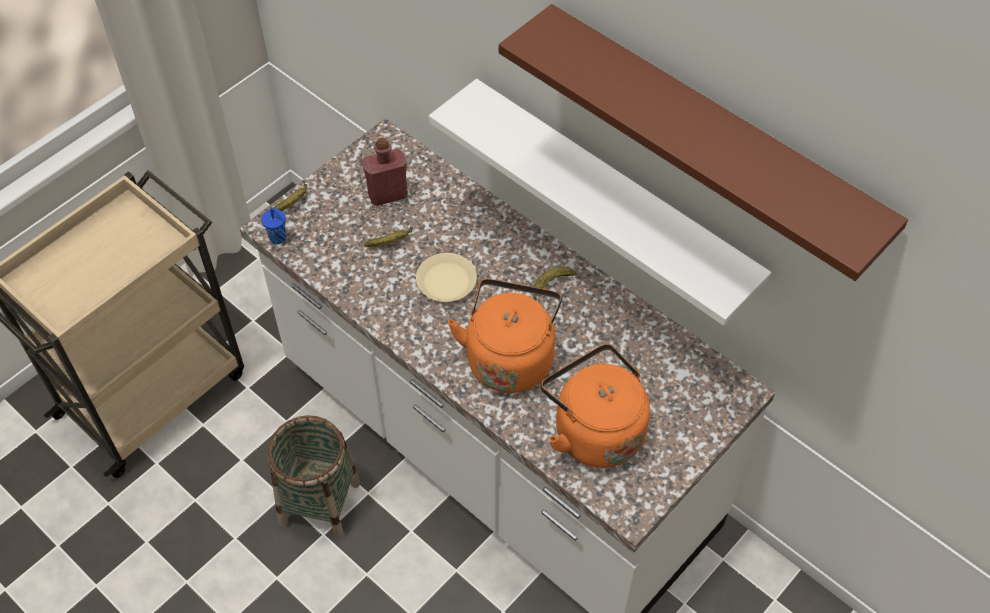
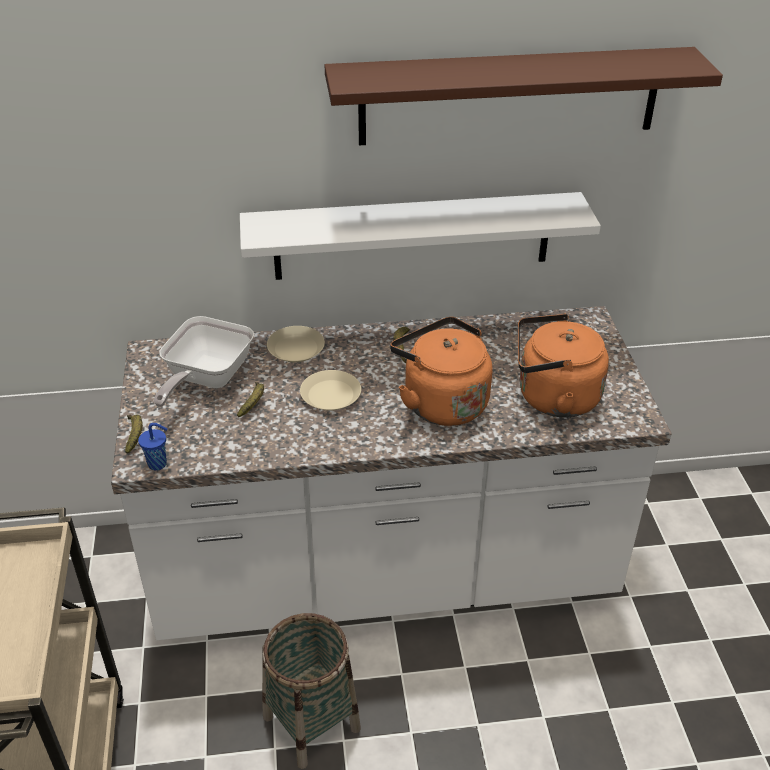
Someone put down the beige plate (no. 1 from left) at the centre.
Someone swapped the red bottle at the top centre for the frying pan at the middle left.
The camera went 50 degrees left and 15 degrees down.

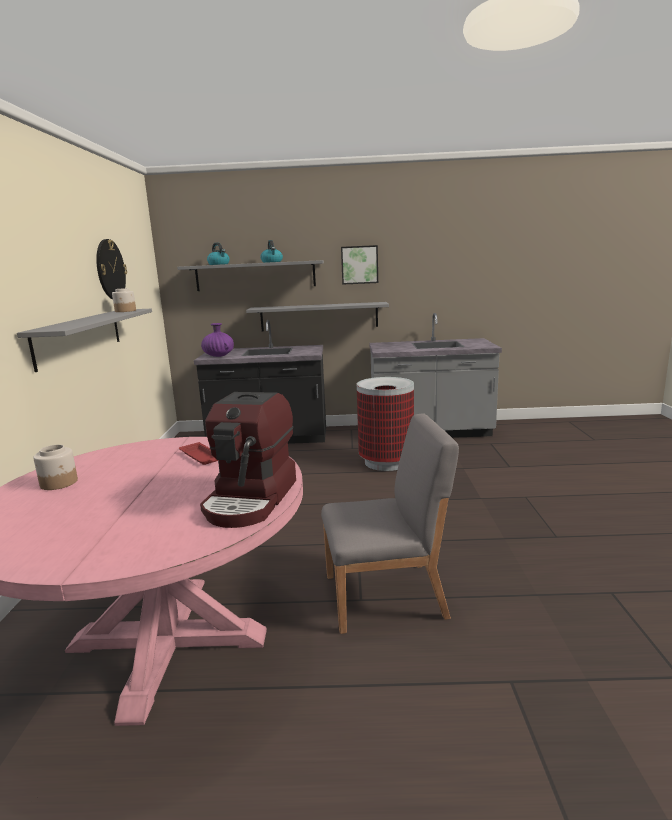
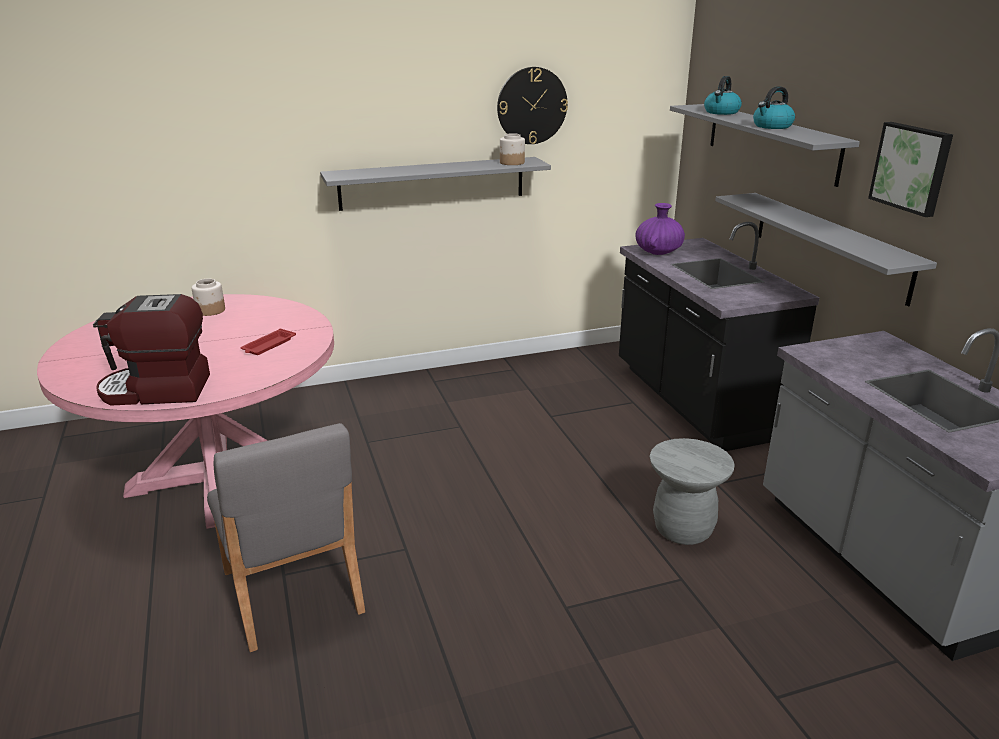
Someone swapped the trash can at the centre for the grey stool at the middle right.
The camera went 70 degrees right and 10 degrees up.

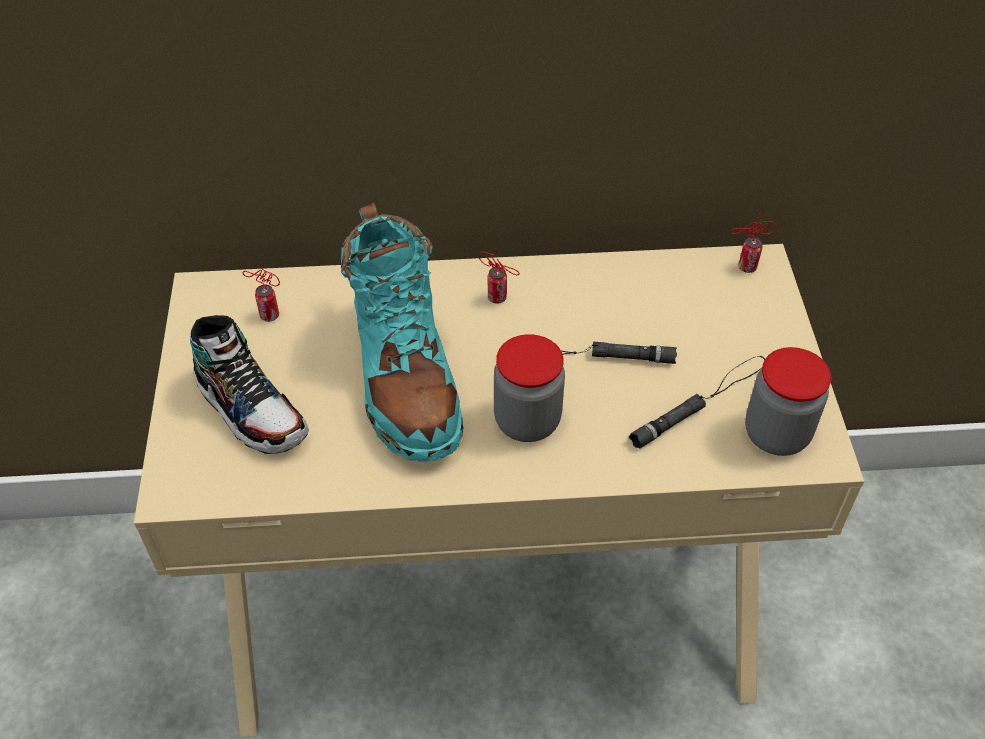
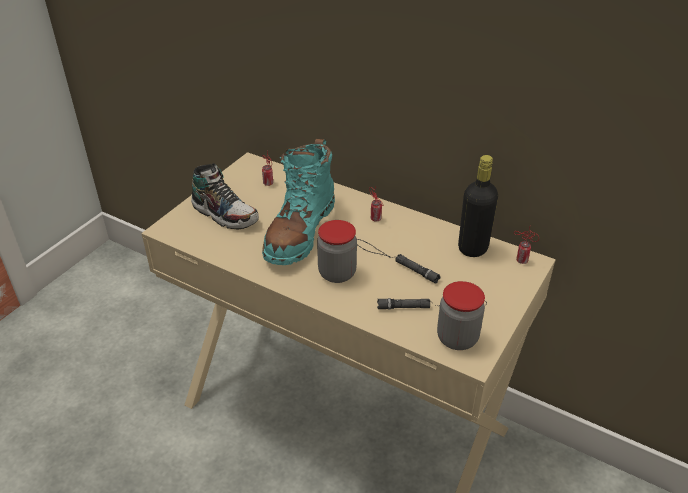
Someone put down the black bottle at the middle right.
Someone rotated the shoe at the middle left by 45 degrees counterclockwise.
The camera went 35 degrees right and 10 degrees down.

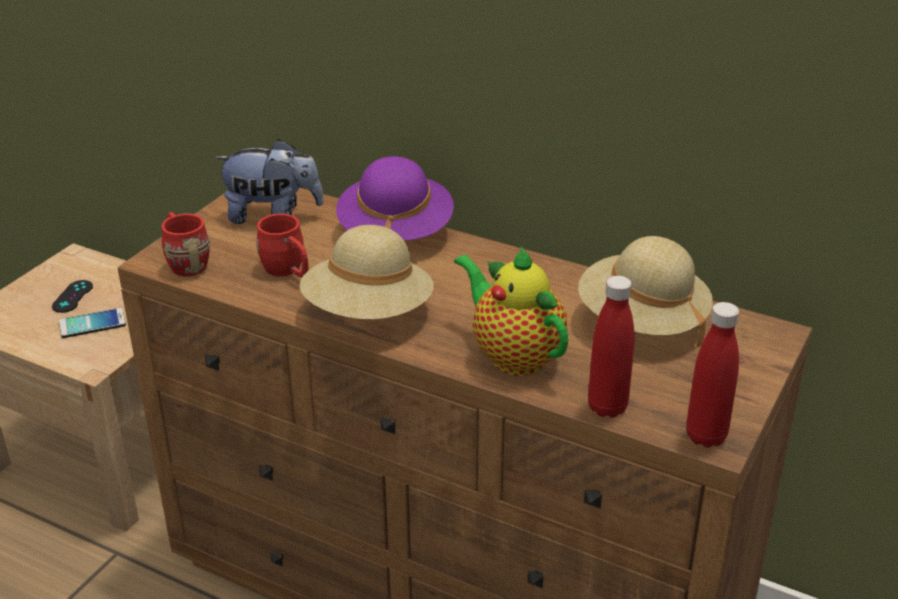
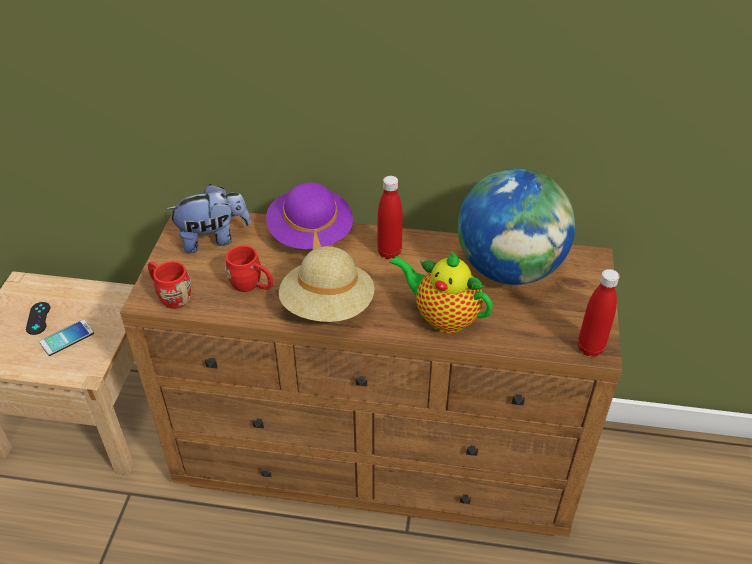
Someone carried the red bottle (no. 1 from left) from the middle right to the centre.
Someone swapped the beige hat (no. 2 from left) at the middle right for the globe at the middle right.
The camera went 20 degrees left and 10 degrees up.

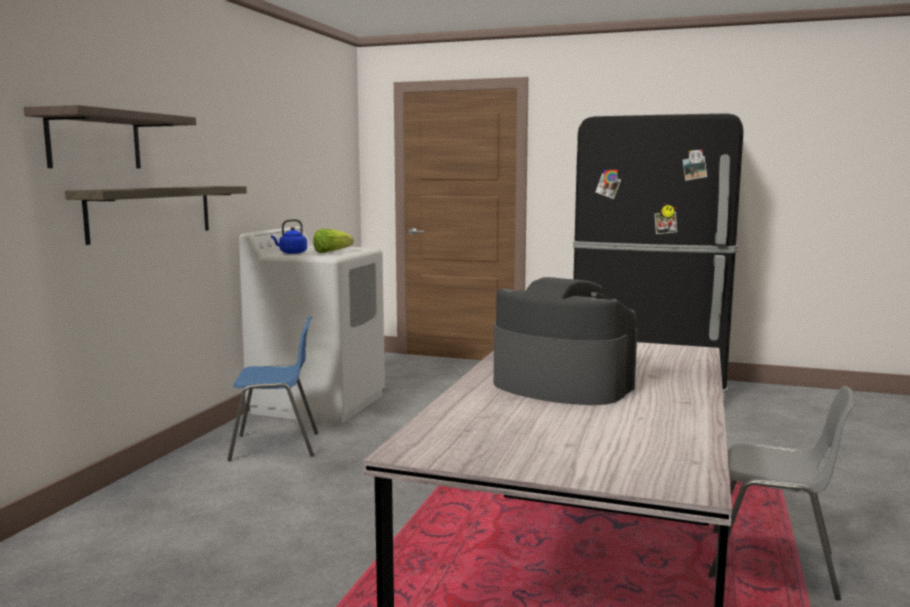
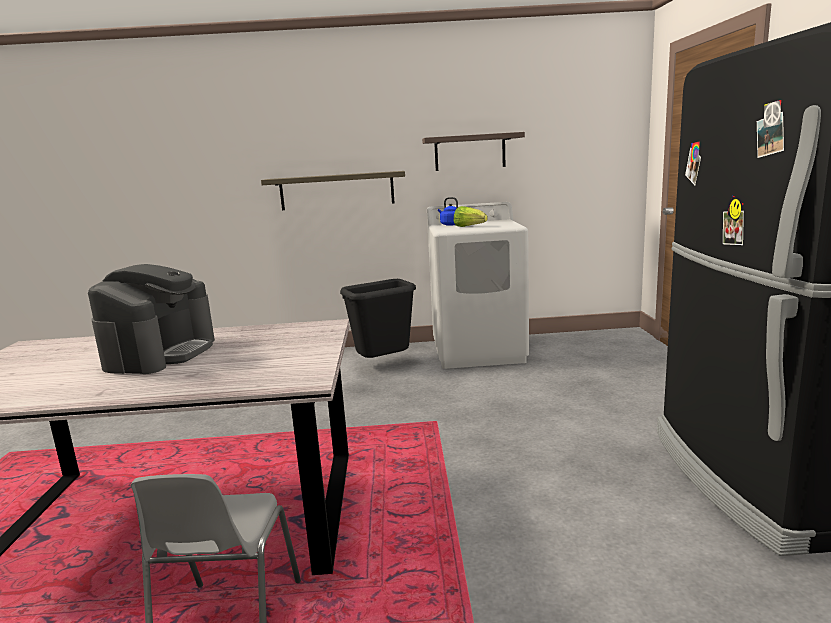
Someone carried the shelf (no. 1 from left in the first image) from the top left to the top centre.
Someone swapped the blue chair at the middle left for the black trash can at the centre.
The camera went 70 degrees right and 5 degrees up.

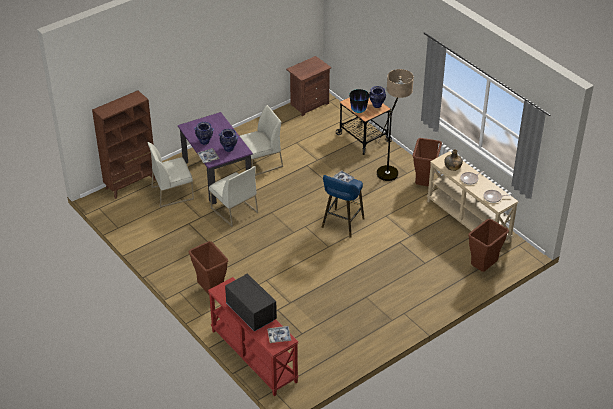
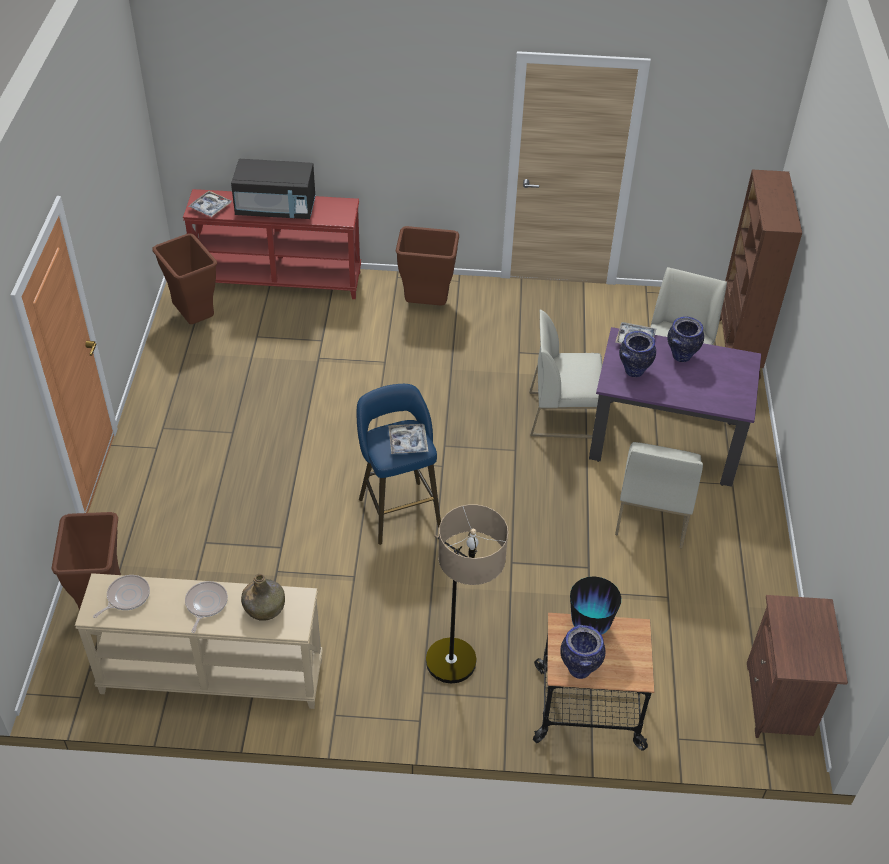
Someone carried the brown trash can (no. 2 from left) from the middle right to the top left.
The camera went 130 degrees right and 5 degrees up.

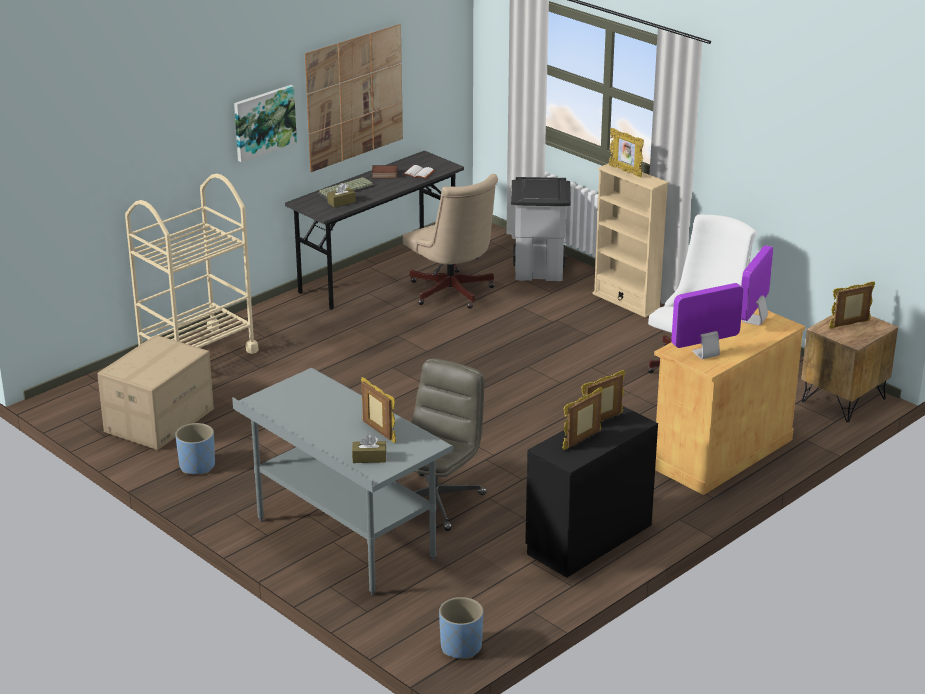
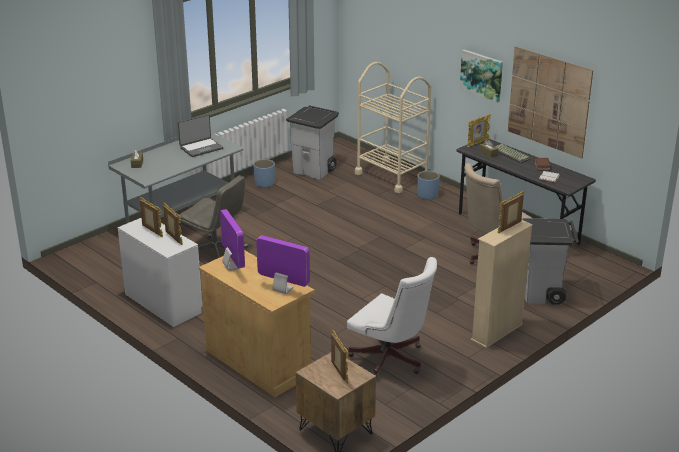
Someone put down the laptop at the top left.
Someone carried the picture frame (no. 1 from left in the first image) from the centre to the top right.
Someone carried the blue planter (no. 2 from left) from the bottom centre to the centre.
Someone swapped the cardboard box at the middle left for the grey trash can (no. 1 from left) at the top centre.
Someone repainted the black dresser at the bottom centre, which became the white dresser at the middle left.
The camera went 90 degrees right and 0 degrees up.

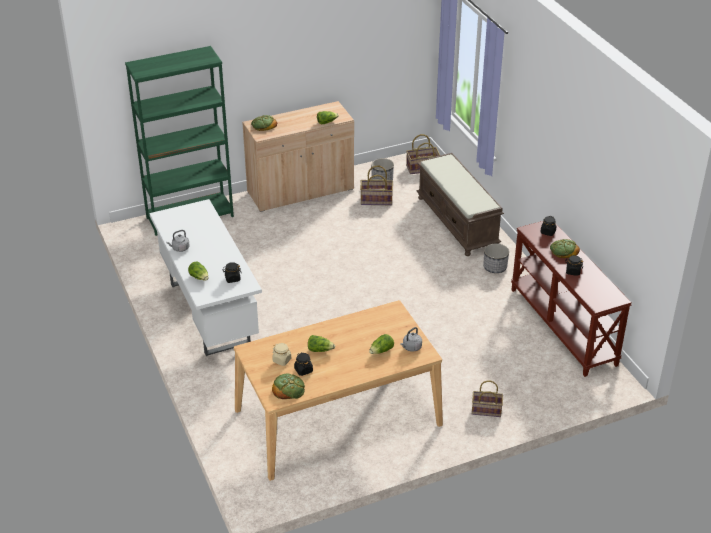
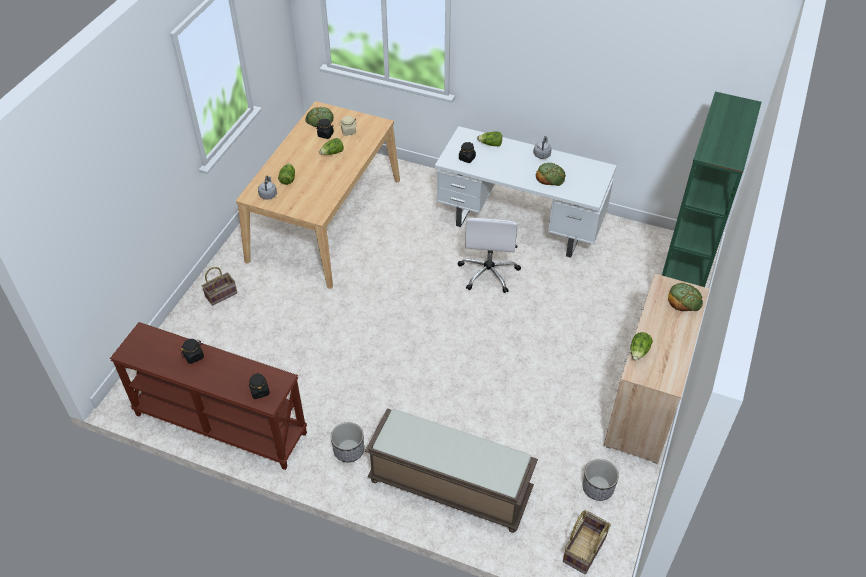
Someone took away the basket (no. 1 from left) at the centre.
Someone put down the white office chair at the centre.
Someone carried the bread (no. 3 from left in the first image) from the middle right to the top centre.
The camera went 135 degrees right and 10 degrees up.

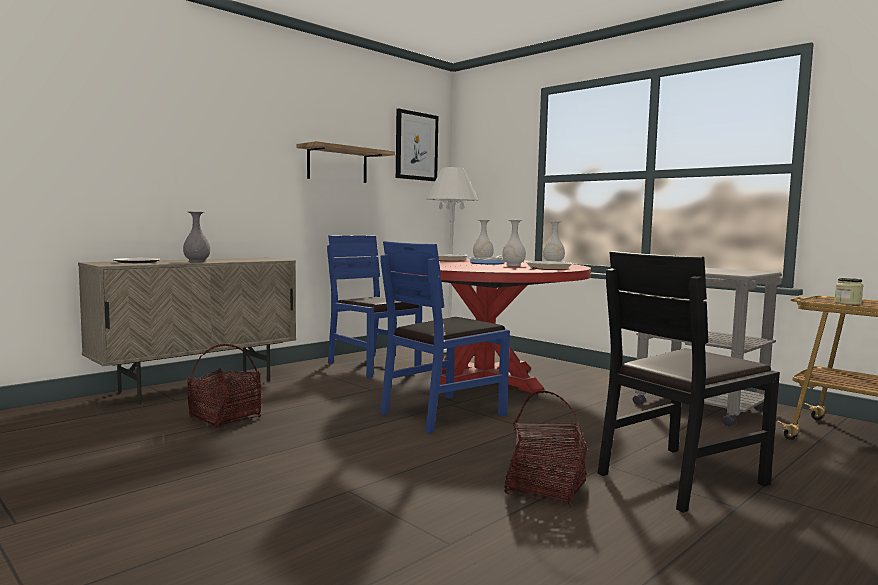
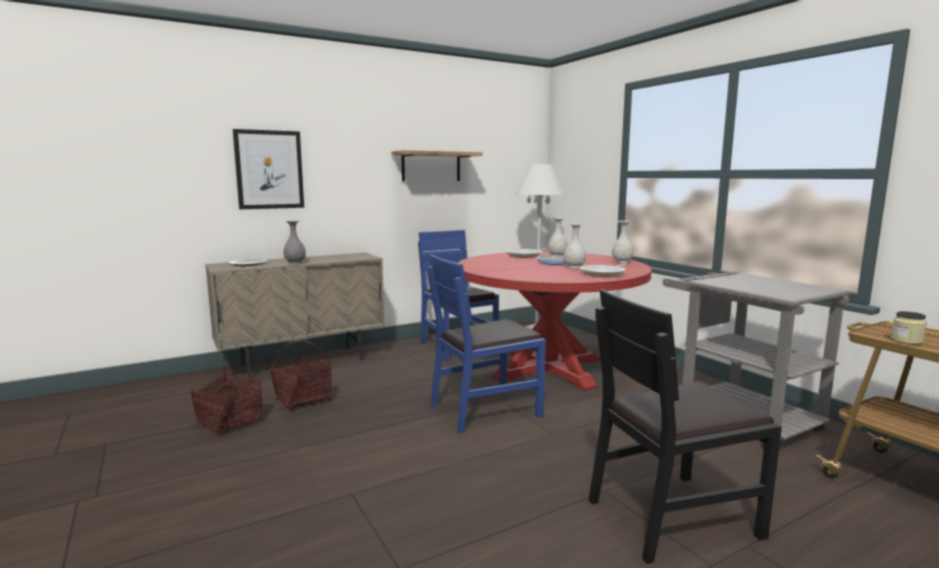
Someone carried the picture from the top centre to the top left.
Someone carried the basket (no. 2 from left in the first image) from the bottom centre to the bottom left.
The camera went 15 degrees right and 5 degrees up.

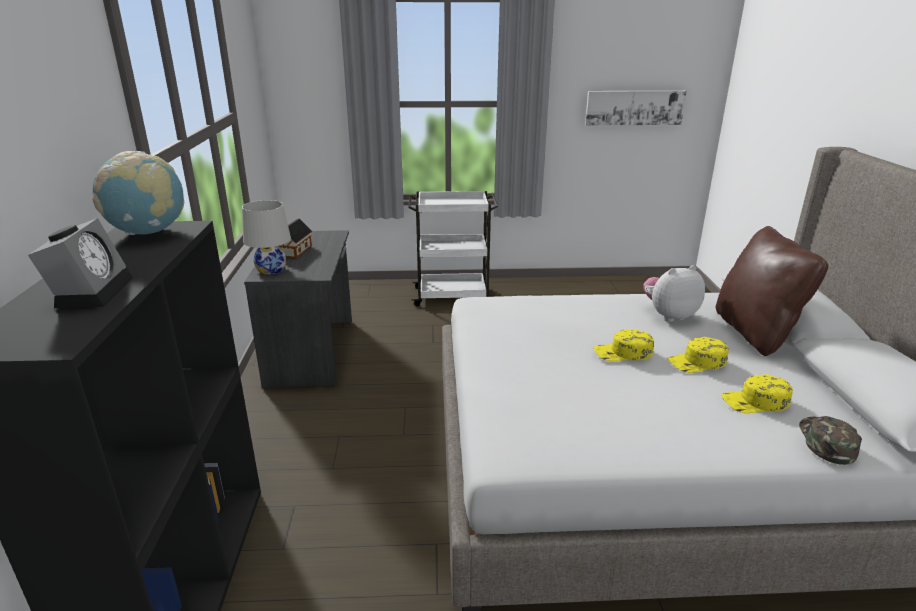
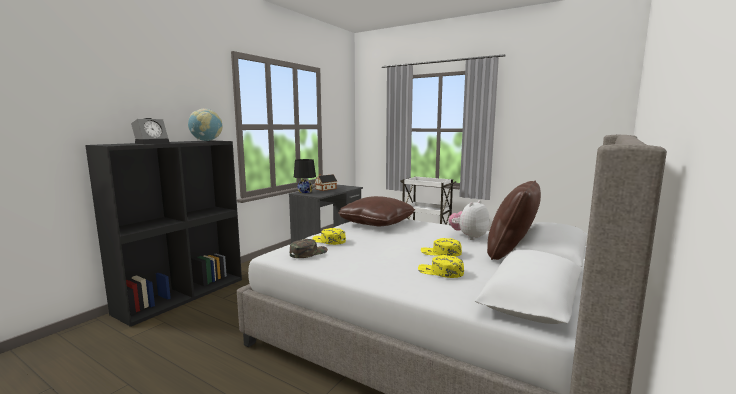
Someone took away the picture at the top right.
Someone put down the brown pillow (no. 1 from left) at the centre.
Someone carried the yellow cap (no. 1 from left) from the middle right to the centre.
Someone carried the green cap from the bottom right to the centre.
Someone repainted the white table lamp at the middle left, which became the black table lamp at the centre.
Someone rotated the plush toy at the middle right by 60 degrees counterclockwise.
The camera went 35 degrees right and 15 degrees down.

